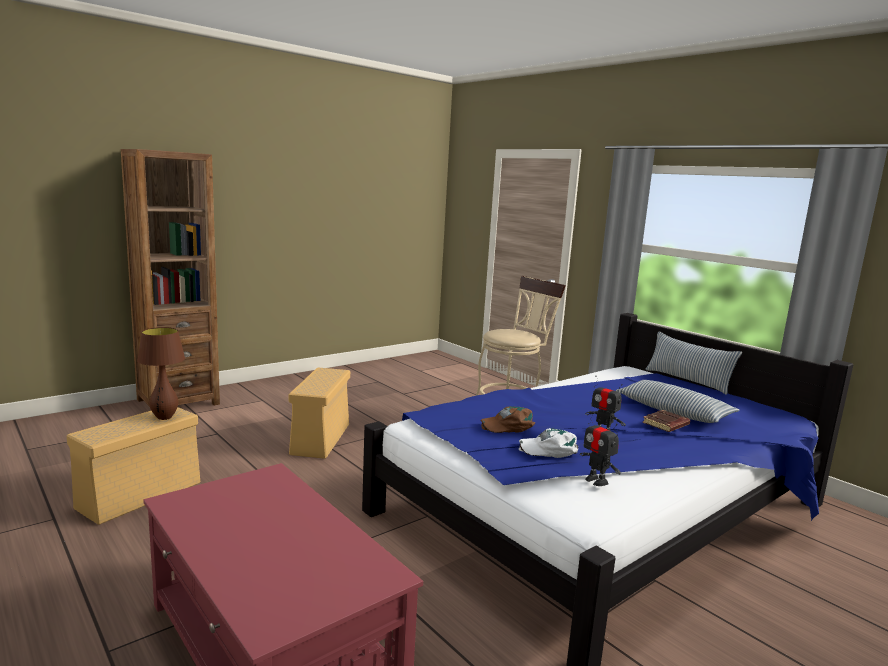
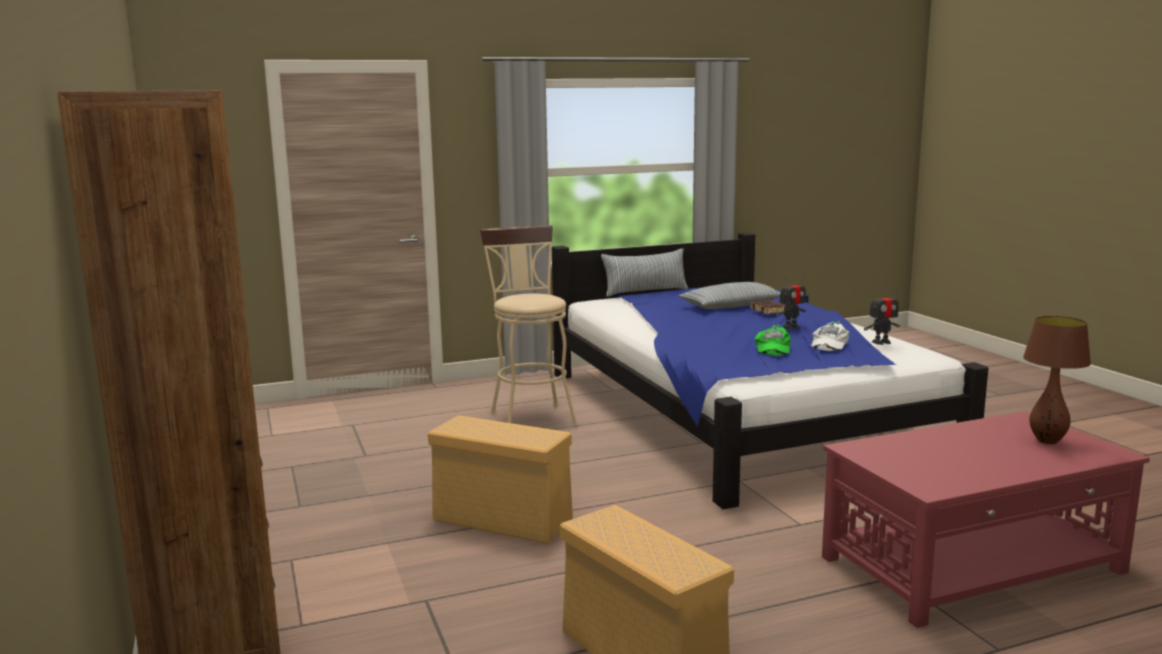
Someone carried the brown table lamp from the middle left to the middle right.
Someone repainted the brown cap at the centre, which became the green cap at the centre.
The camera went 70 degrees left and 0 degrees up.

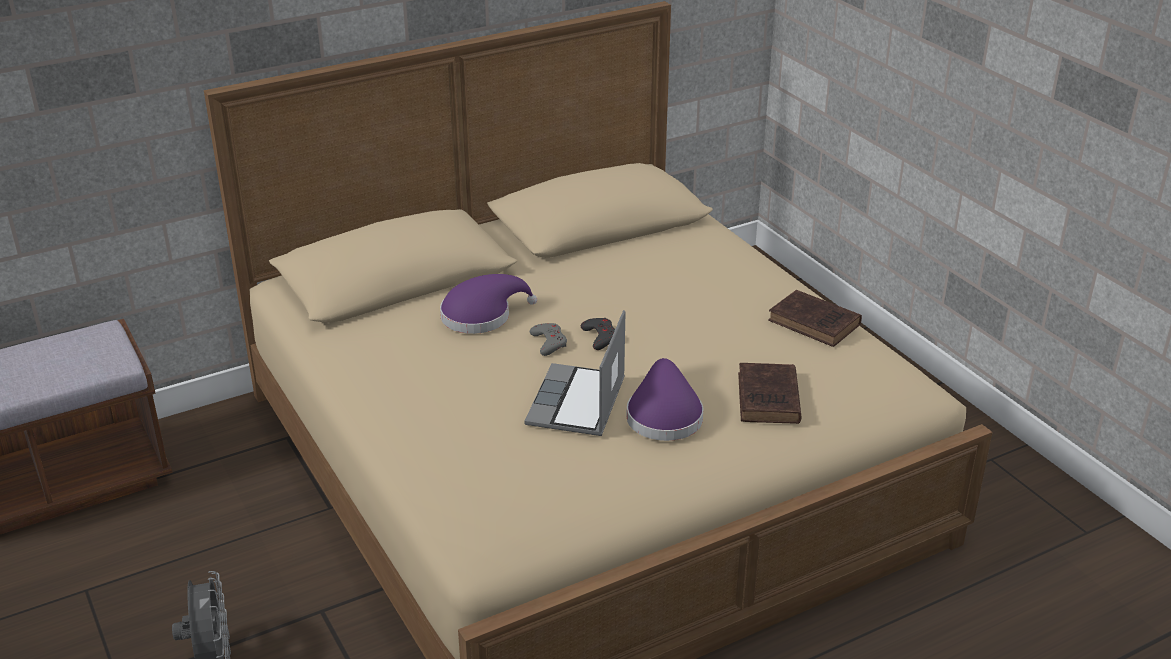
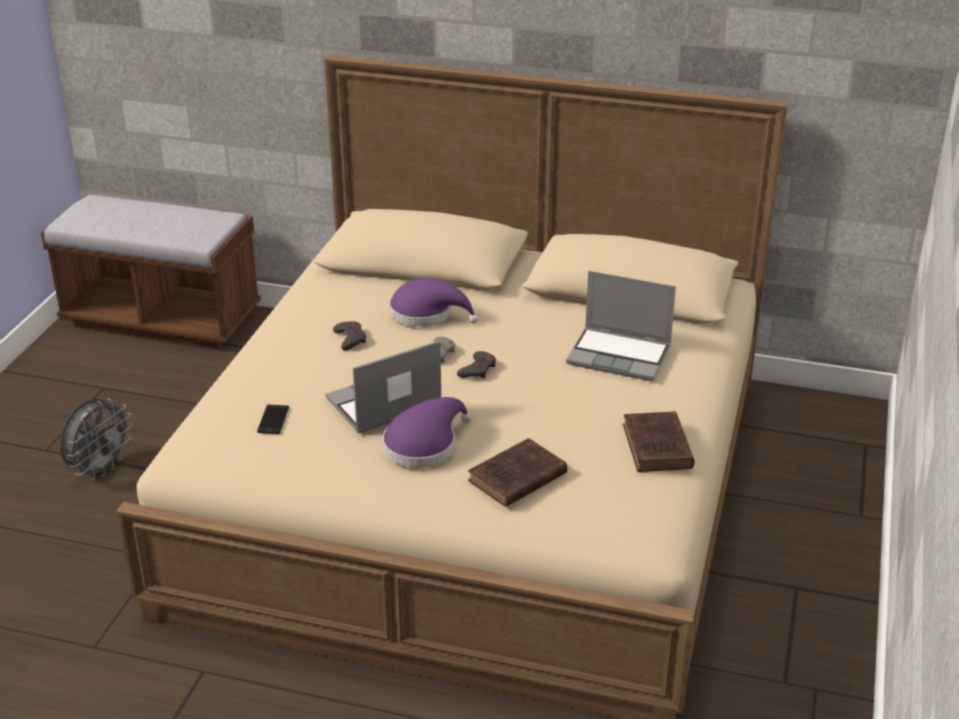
Someone put down the phone at the middle left.
Someone put down the grey game controller (no. 1 from left) at the centre.
Someone put down the laptop (no. 2 from left) at the centre.
The camera went 45 degrees right and 0 degrees up.

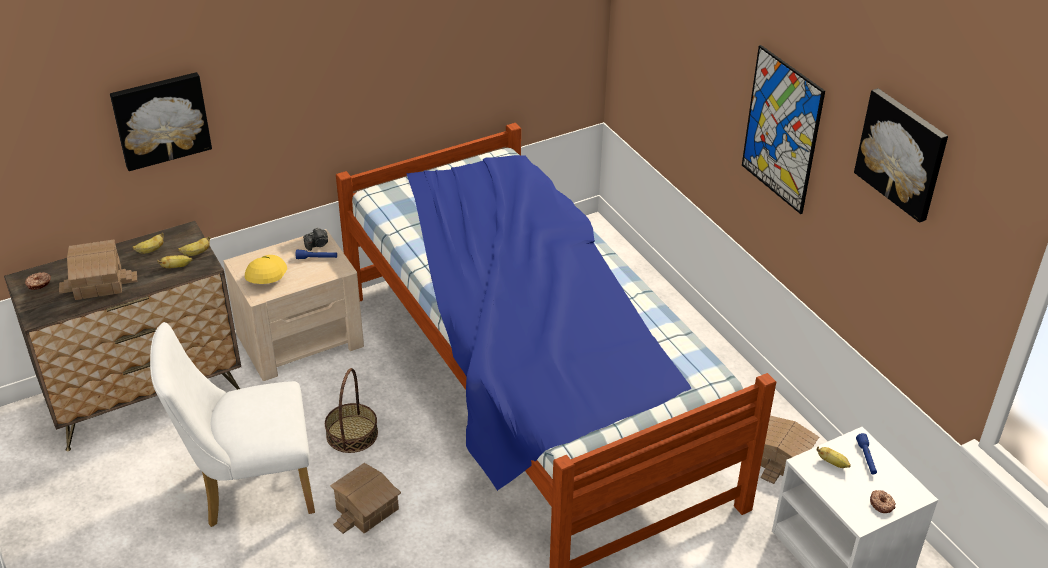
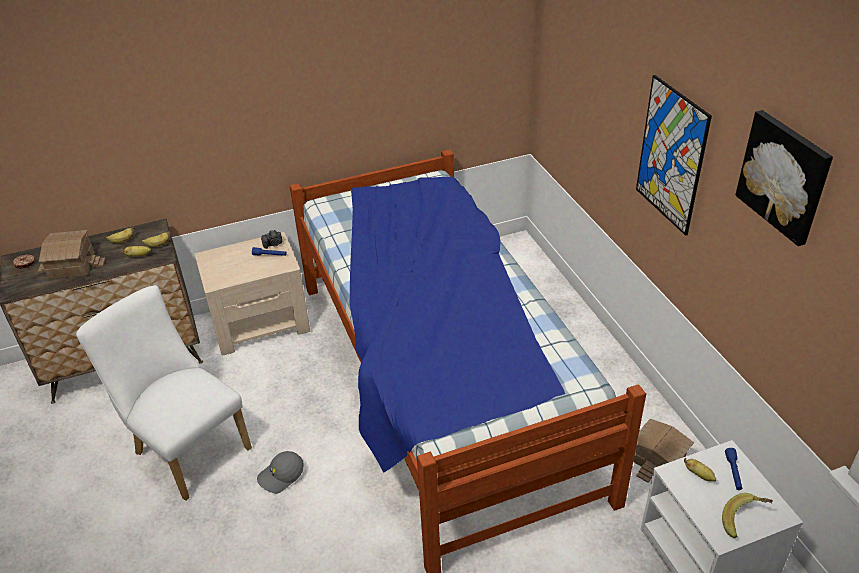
Someone took away the picture (no. 1 from left) at the top left.
Someone took away the yellow cap at the middle left.
Someone took away the basket at the bottom centre.
Someone swapped the toy house (no. 2 from left) at the bottom centre for the grey cap at the bottom left.
Someone swapped the donut (no. 2 from left) at the bottom right for the banana (no. 5 from left) at the bottom right.
Someone rotated the white chair at the bottom left by 45 degrees clockwise.
The camera went 10 degrees right and 0 degrees up.

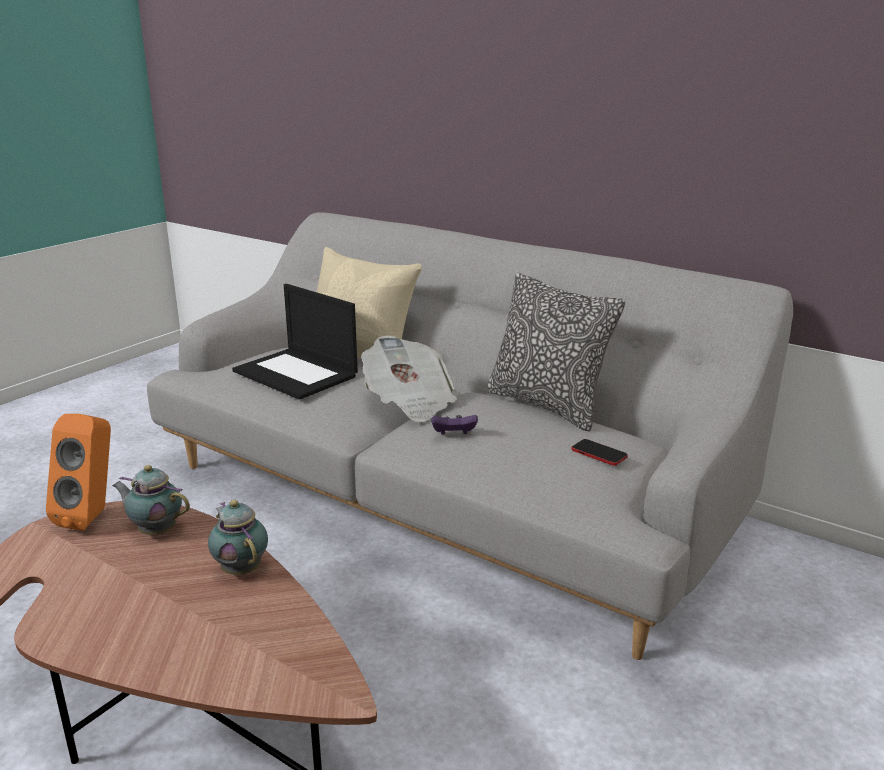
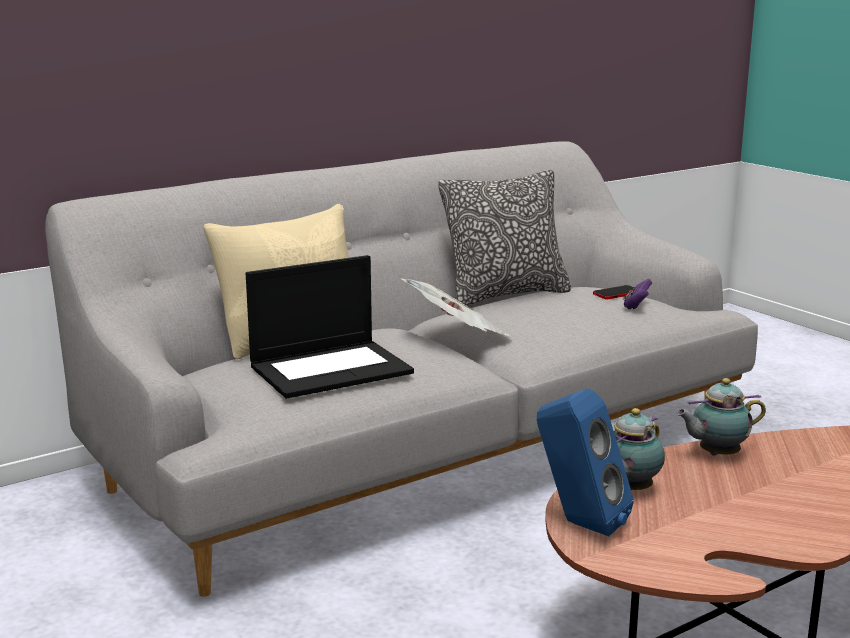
Someone carried the purple game controller from the centre to the middle right.
Someone repainted the orange speaker at the middle left, which became the blue speaker at the bottom right.
The camera went 70 degrees left and 5 degrees down.

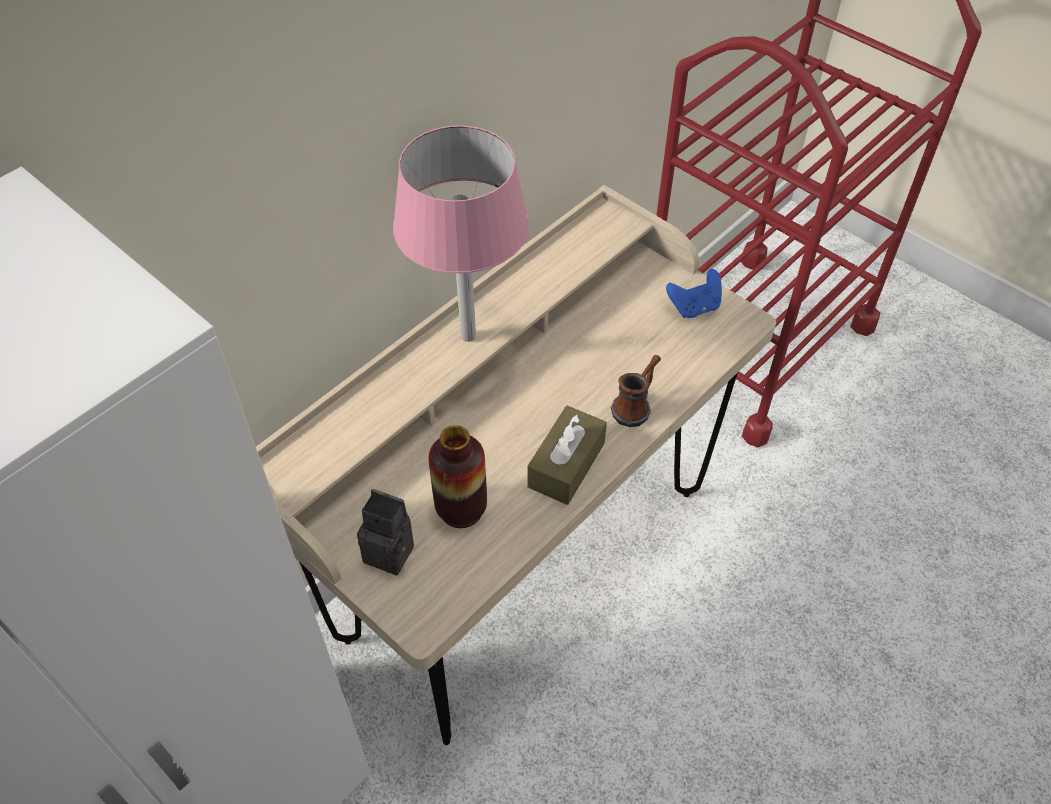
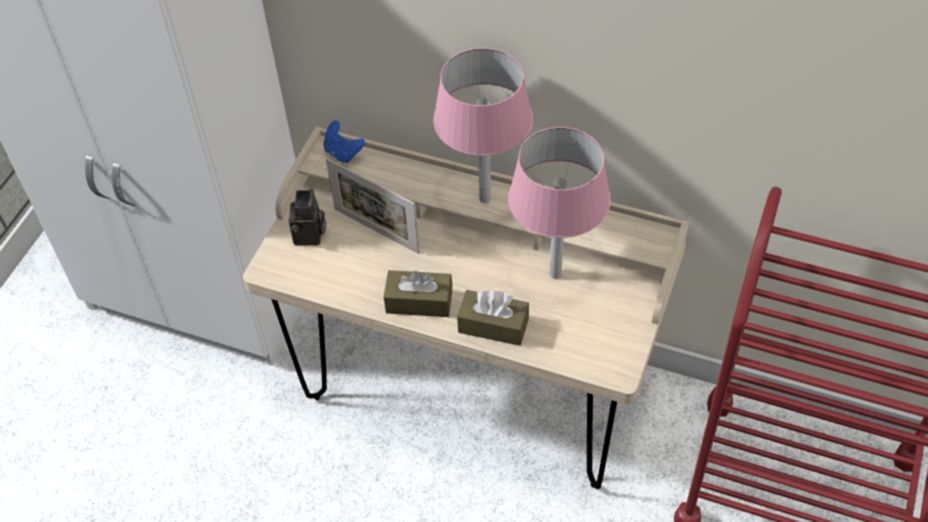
Someone took away the vase at the centre.
Someone put down the picture frame at the centre.
Someone put down the pink table lamp (no. 2 from left) at the centre.
Someone carried the blue game controller from the centre to the top centre.
Someone swapped the mug at the centre for the brown tissue box (no. 2 from left) at the centre.
The camera went 70 degrees right and 0 degrees up.

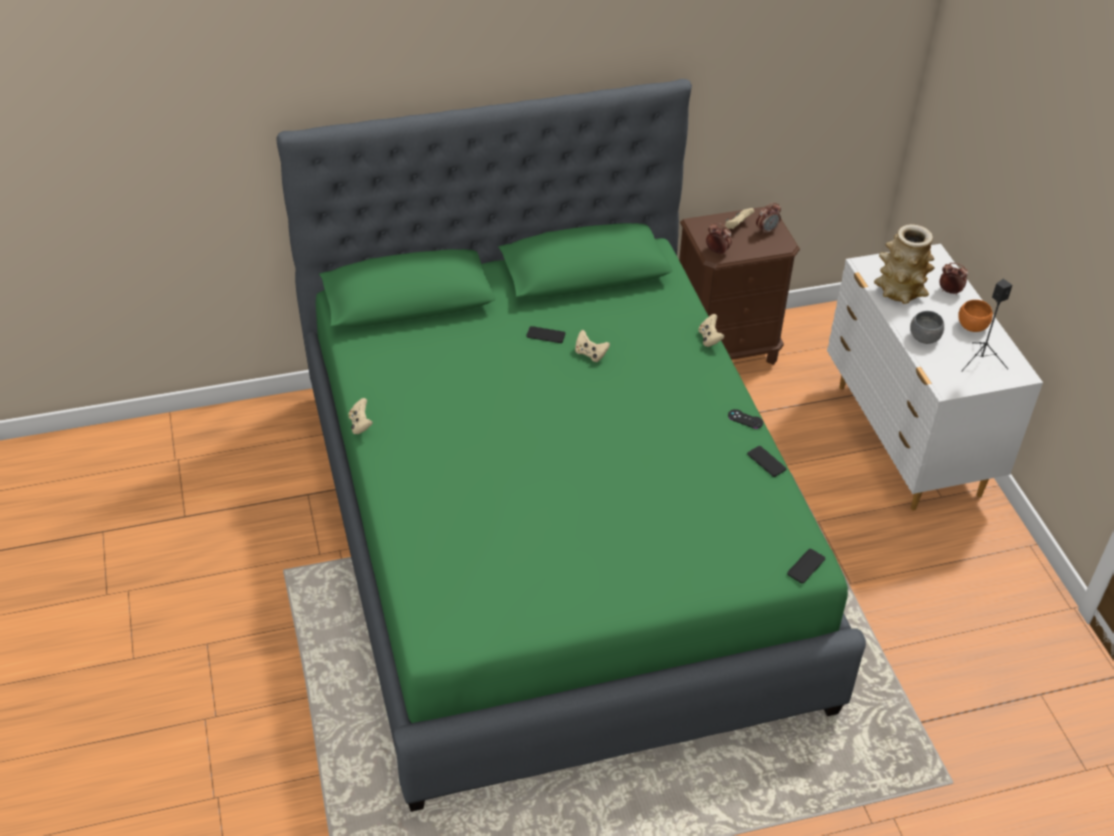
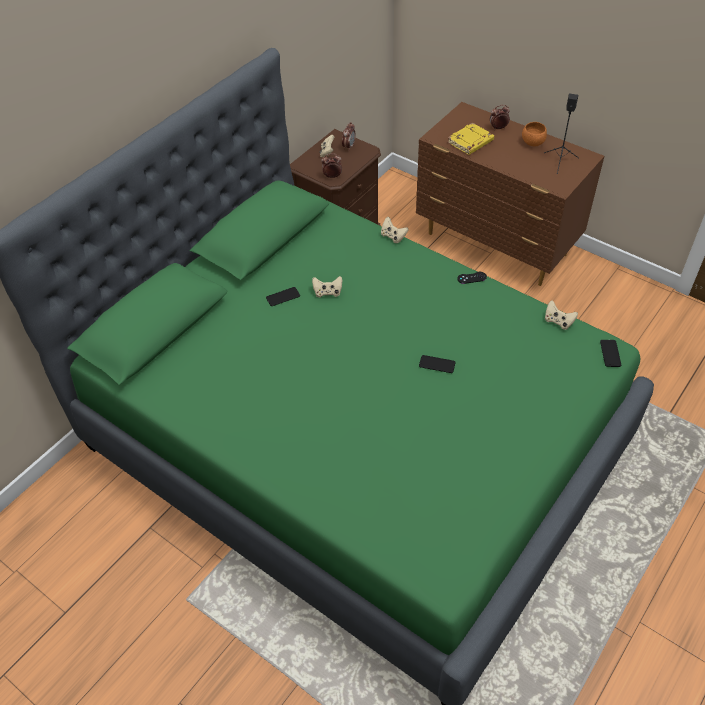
Someone took away the grey bowl at the middle right.
Someone carried the beige game controller (no. 1 from left in the first image) from the middle left to the middle right.
Someone carried the phone (no. 2 from left) from the middle right to the centre.
Someone swapped the vase at the top right for the yellow book at the top right.
Someone repainted the white dresser at the middle right, which became the brown dresser at the top right.
The camera went 35 degrees left and 5 degrees up.

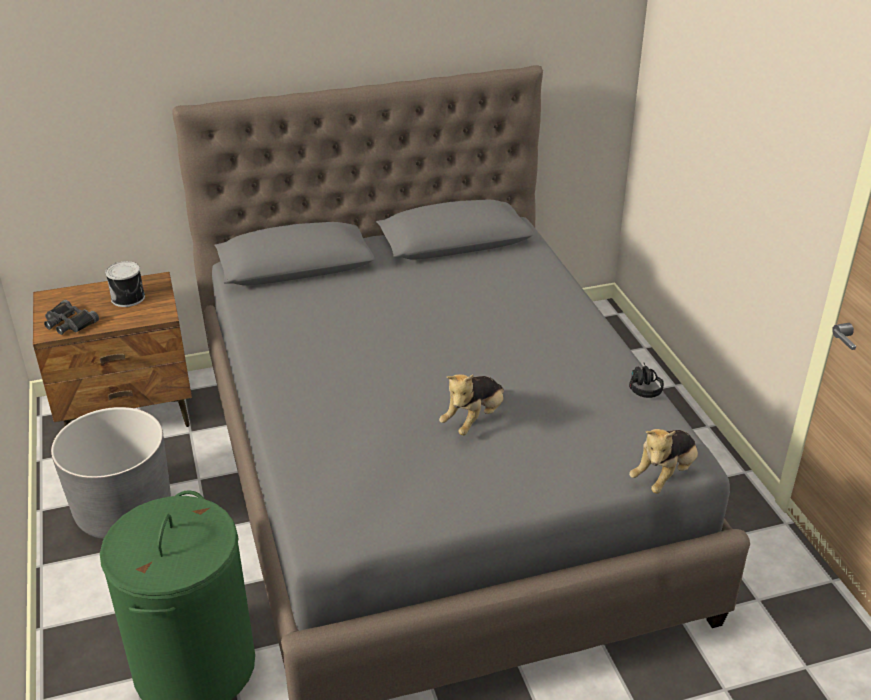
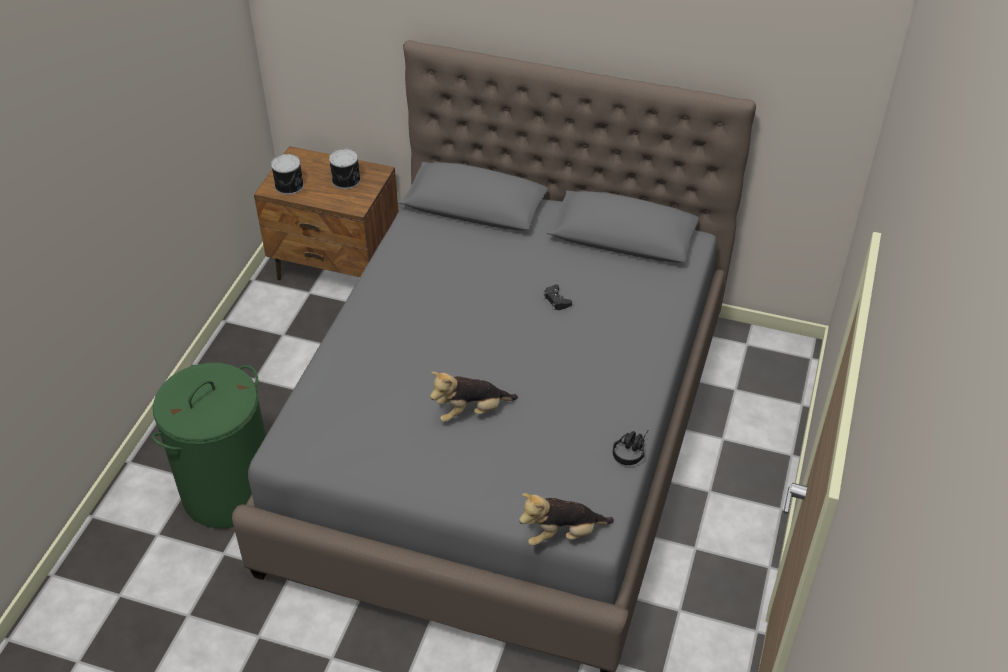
Someone took away the grey planter at the bottom left.
Someone put down the black game controller at the centre.
Someone swapped the black binoculars at the middle left for the can (no. 1 from left) at the top left.
The camera went 35 degrees right and 10 degrees up.

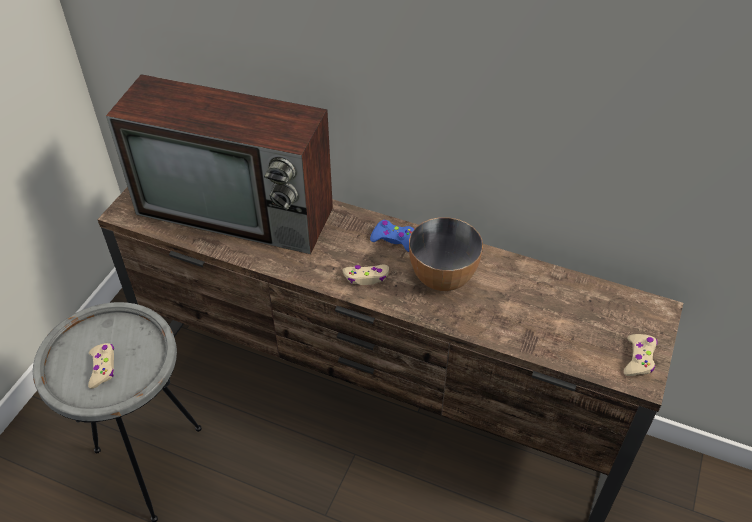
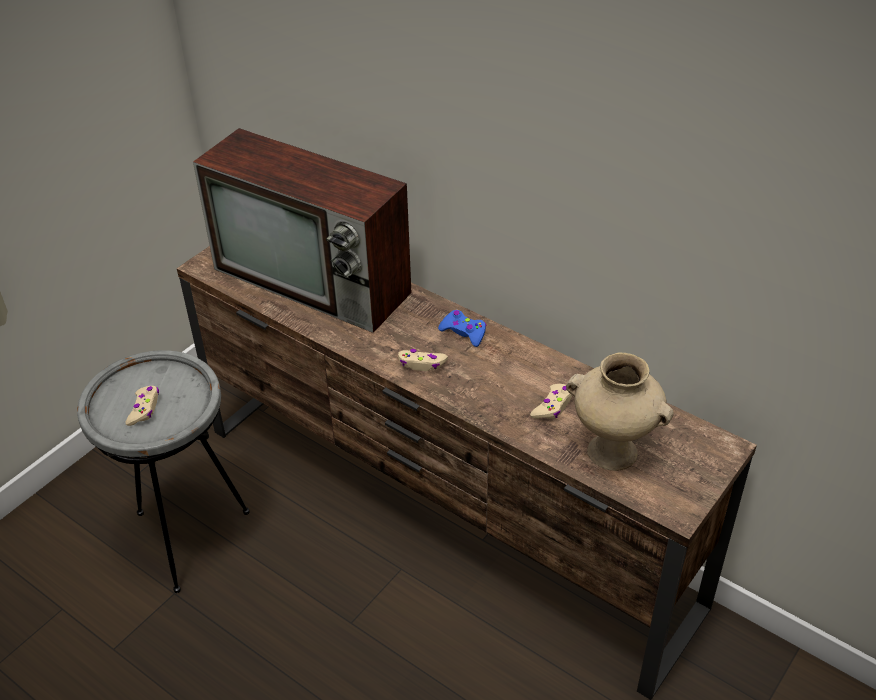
Someone took away the bowl at the centre.
Someone put down the beige vase at the middle right.
Someone carried the beige game controller (no. 3 from left) from the bottom right to the centre.
The camera went 15 degrees right and 5 degrees down.

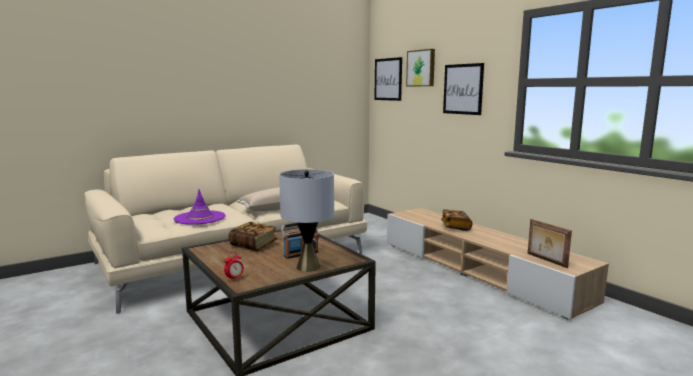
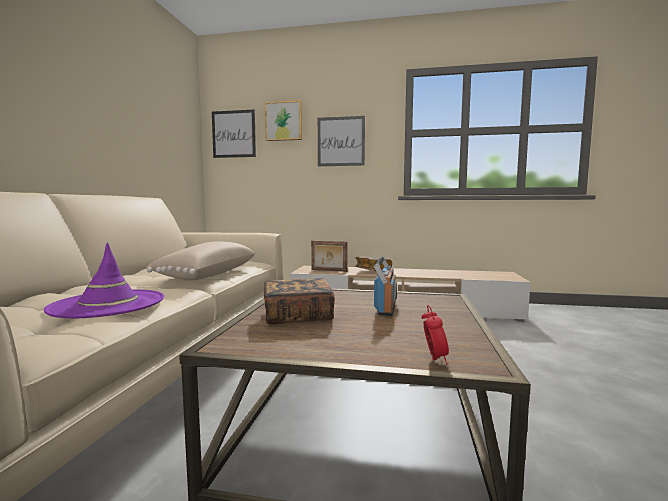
Someone took away the grey table lamp at the centre.
Someone carried the picture frame from the middle right to the centre.
The camera went 45 degrees left and 5 degrees down.

